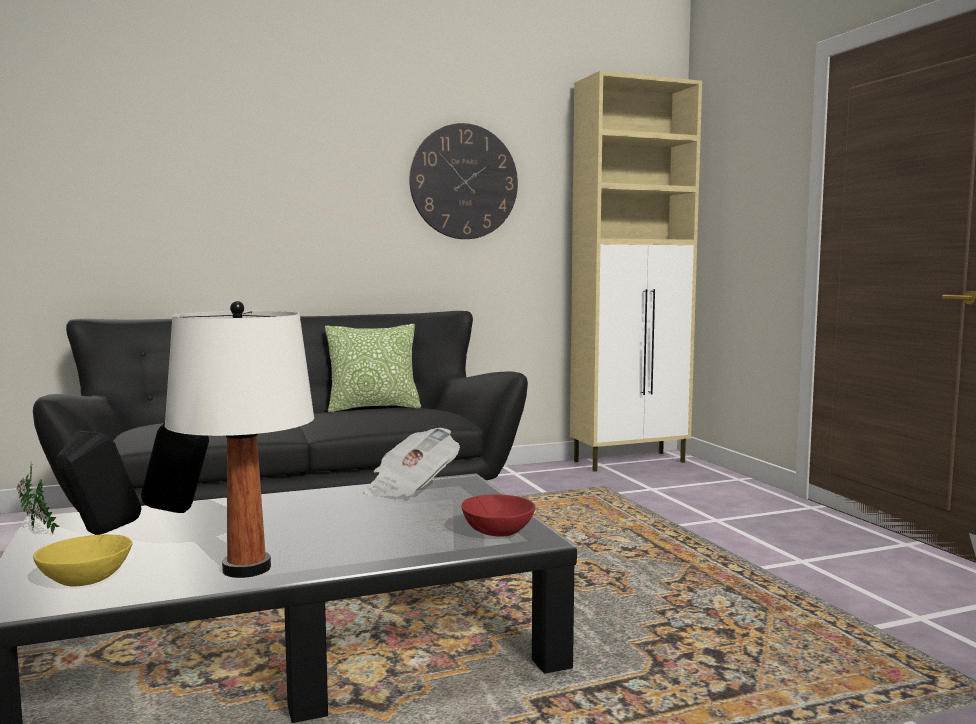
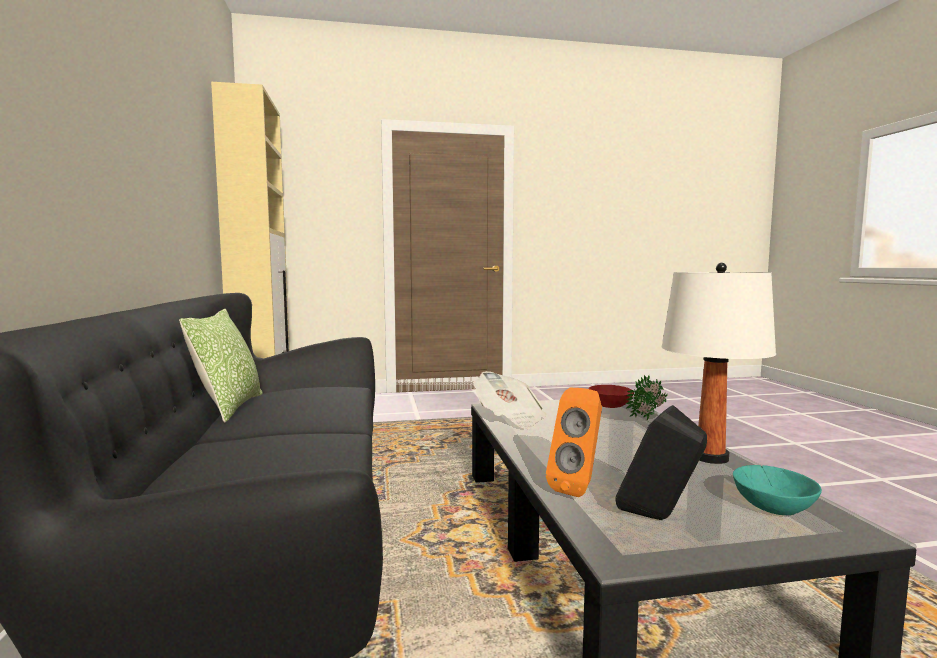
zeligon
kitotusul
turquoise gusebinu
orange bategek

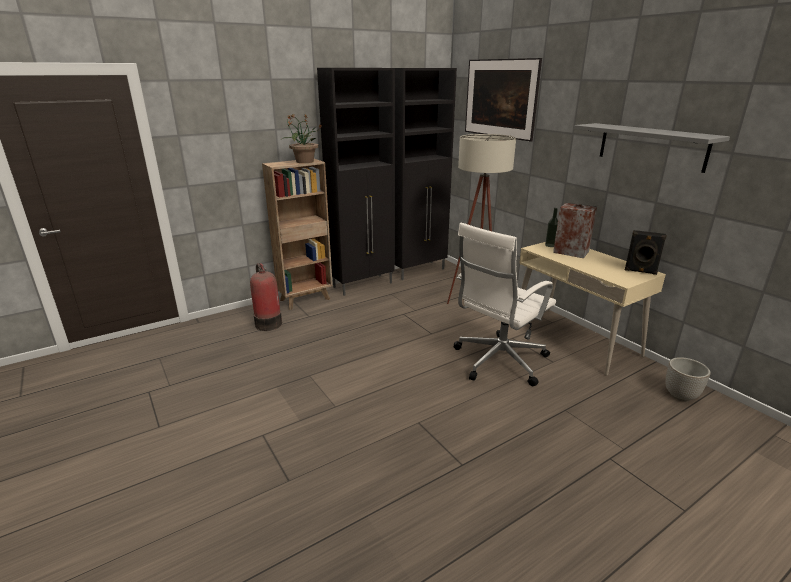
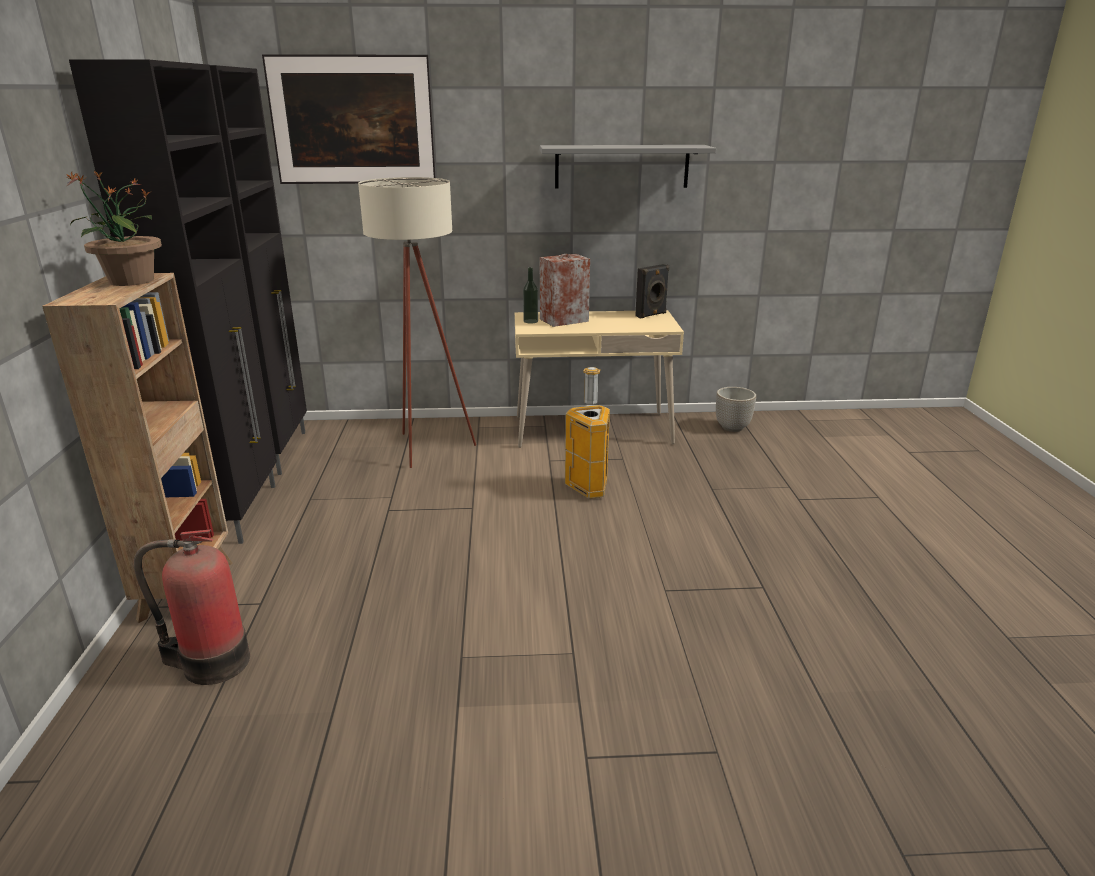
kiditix

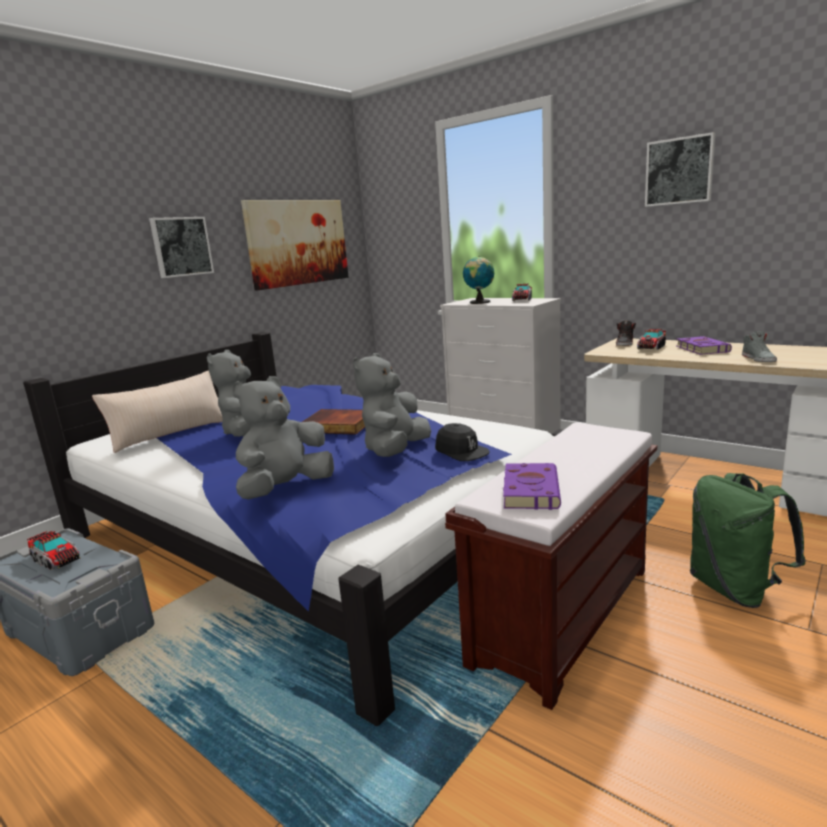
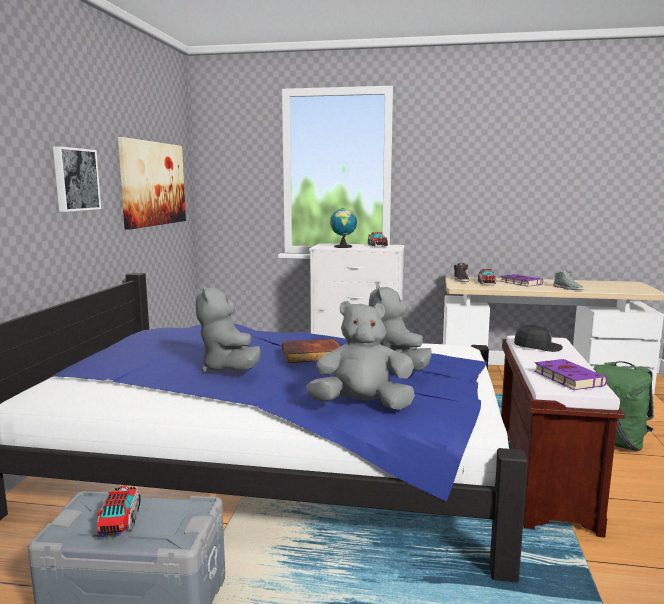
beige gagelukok
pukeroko (3rd from left in the first image)
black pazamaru
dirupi (1st from left)
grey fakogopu (2nd from left)

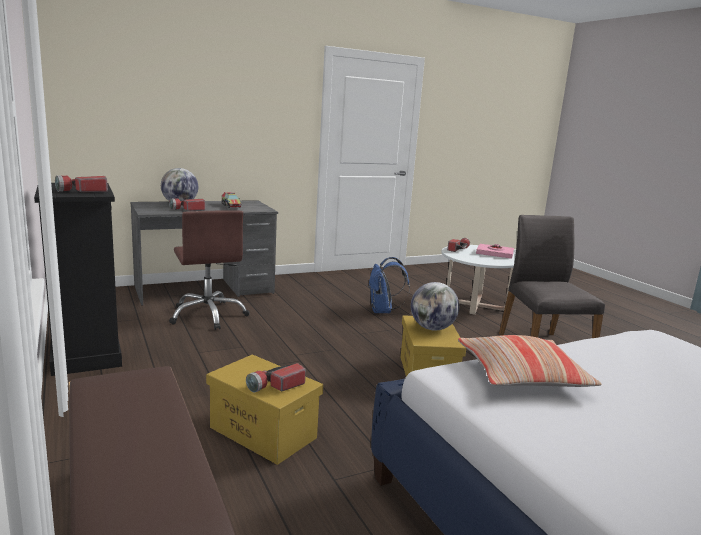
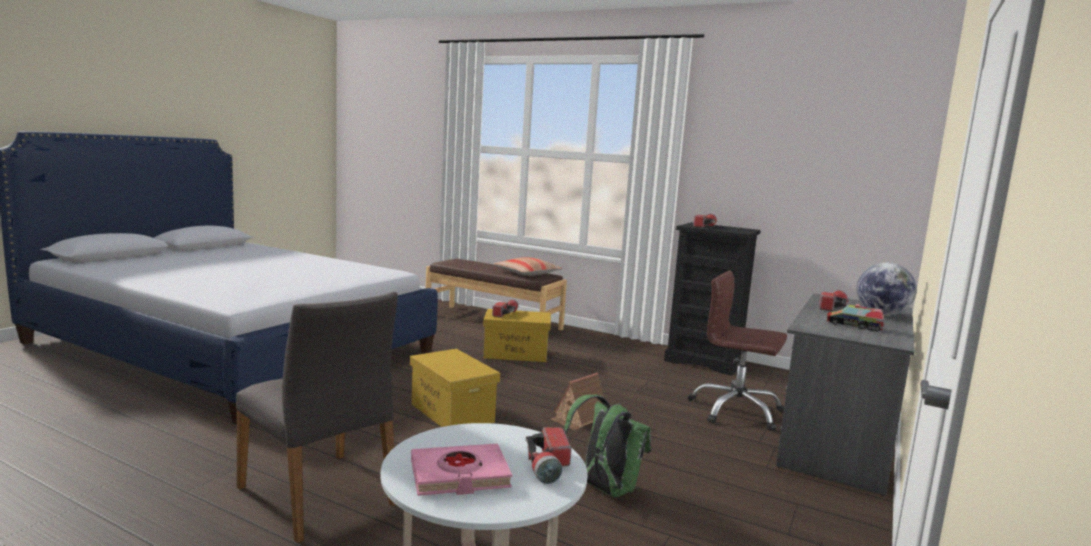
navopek (2nd from left in the first image)
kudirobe
gagelukok
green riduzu

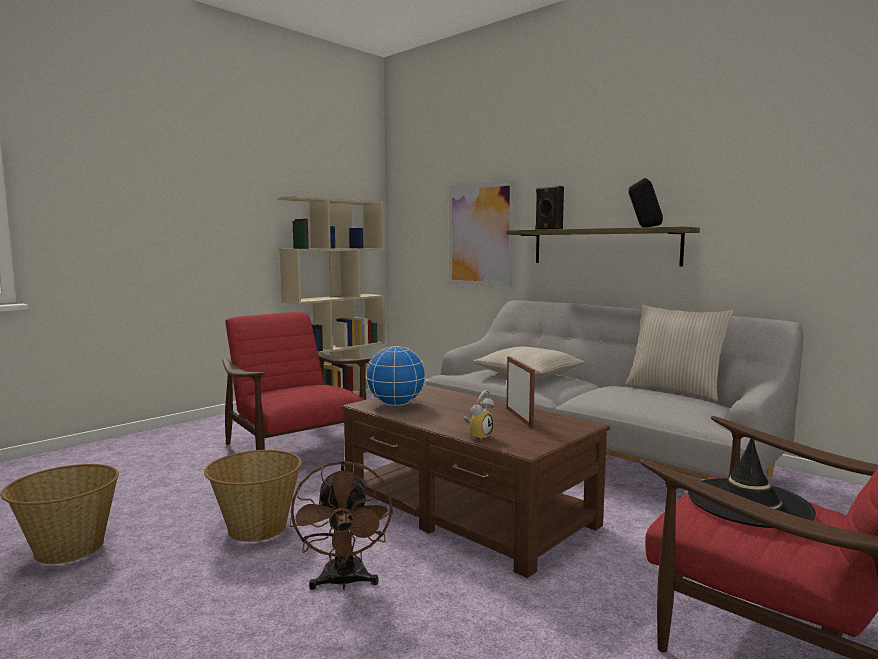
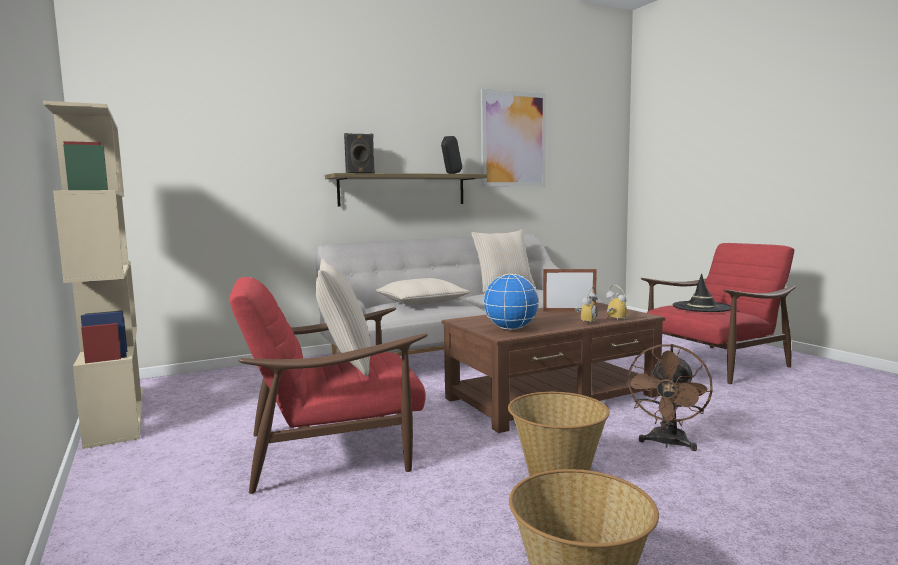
beige gagelukok (1st from left)
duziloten (1st from left)
pukeroko
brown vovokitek

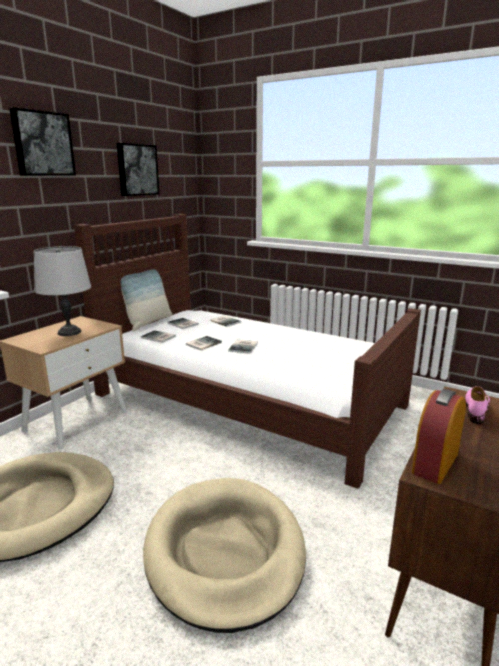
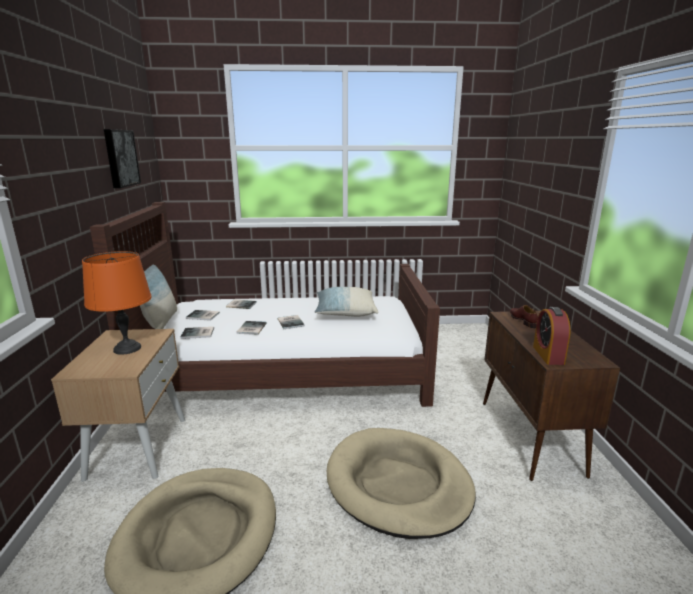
pukeroko (1st from left in the first image)
gagelukok (2nd from left)
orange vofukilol
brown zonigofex

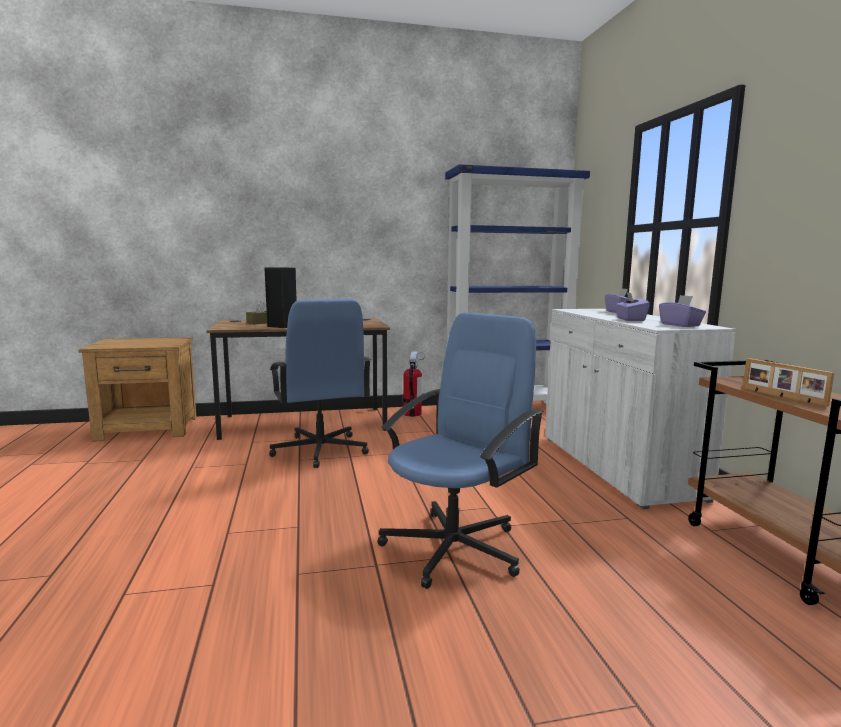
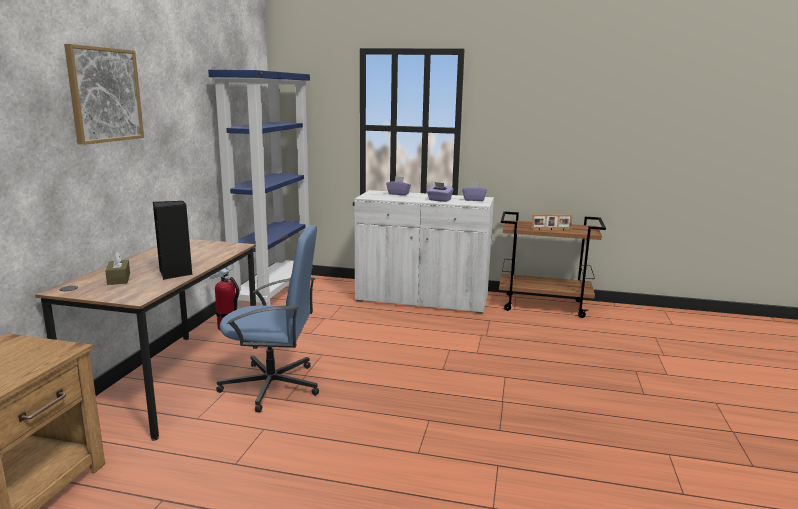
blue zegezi (2nd from left in the first image)
pukeroko

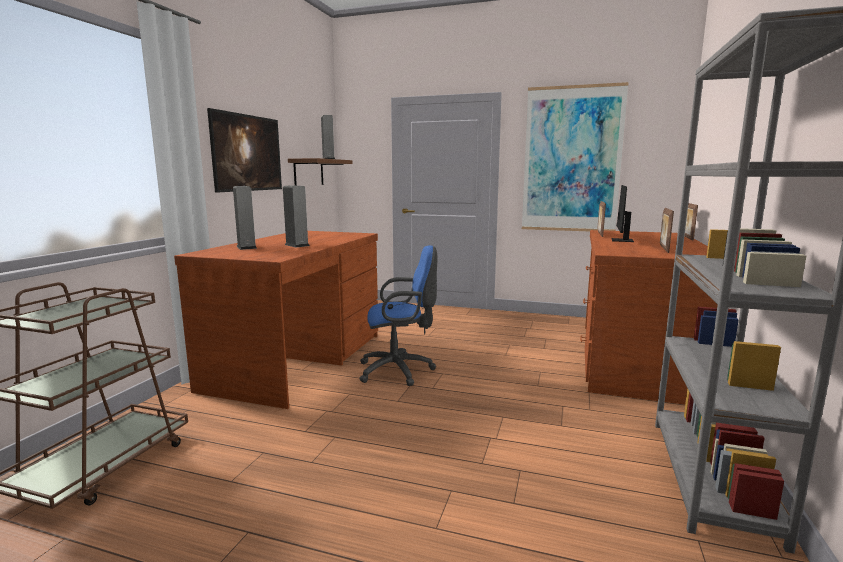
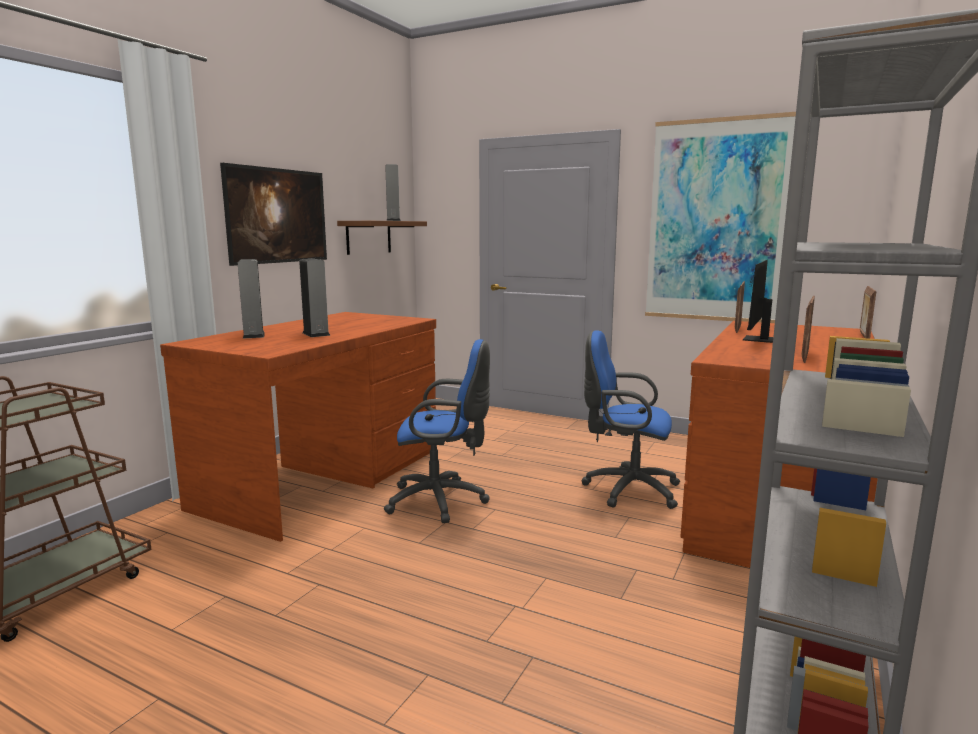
blue zegezi (2nd from left)

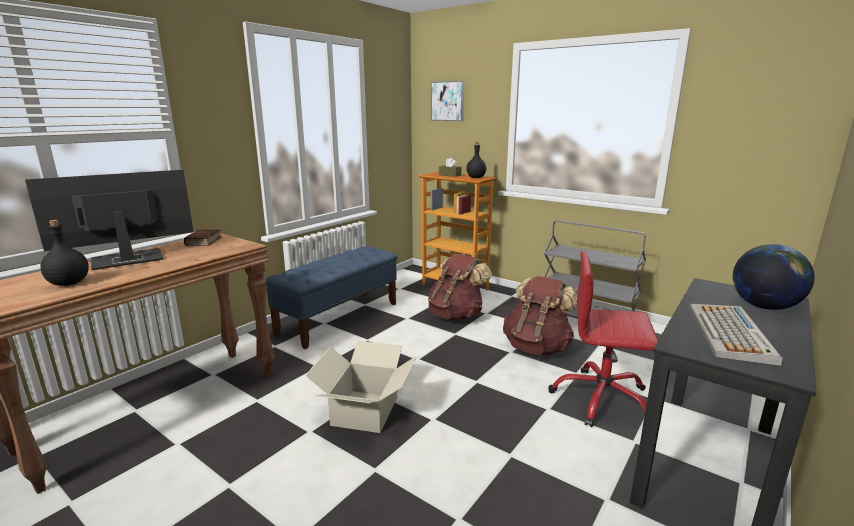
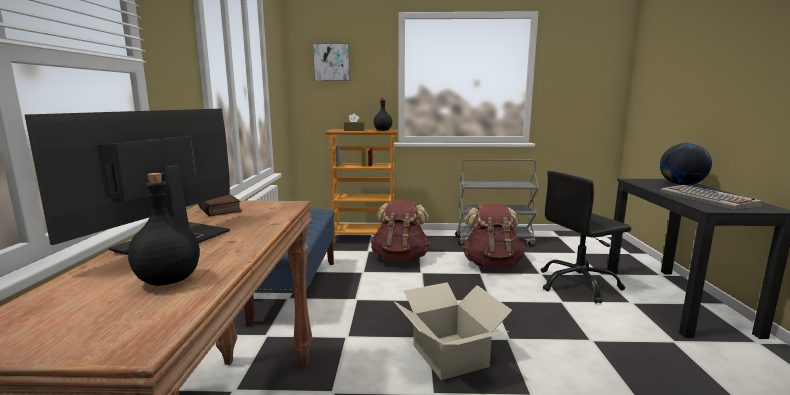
black zegezi

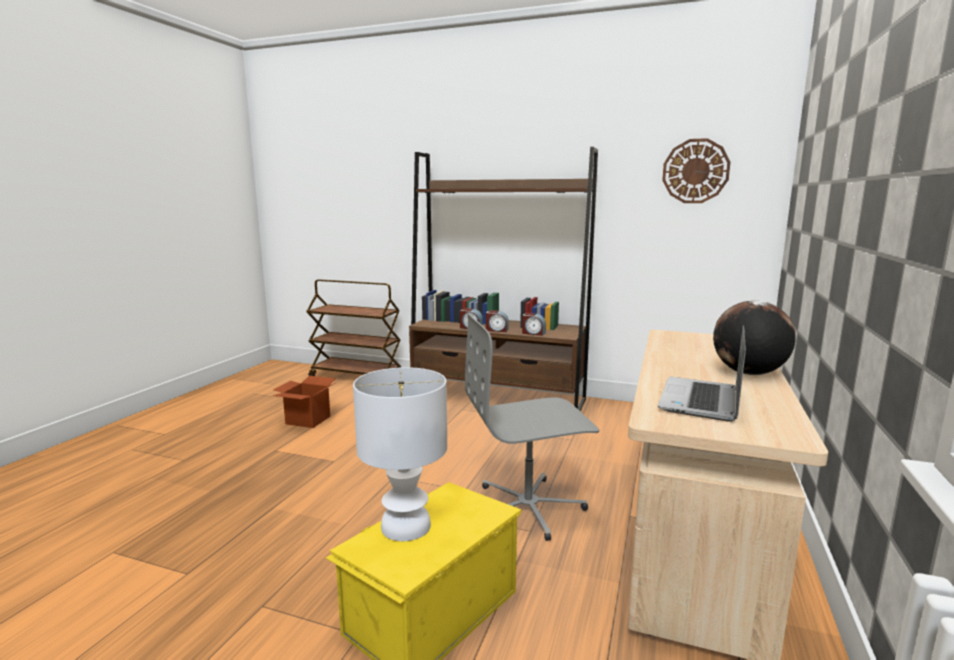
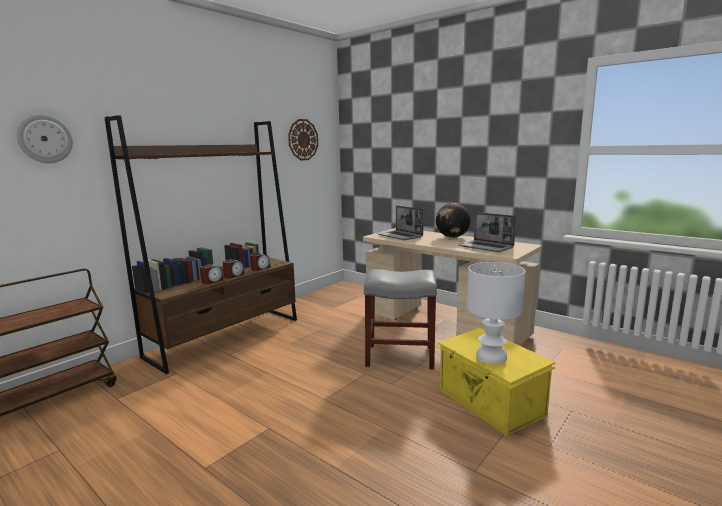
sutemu
zeligon (1st from left)
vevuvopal (1st from left)
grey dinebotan

